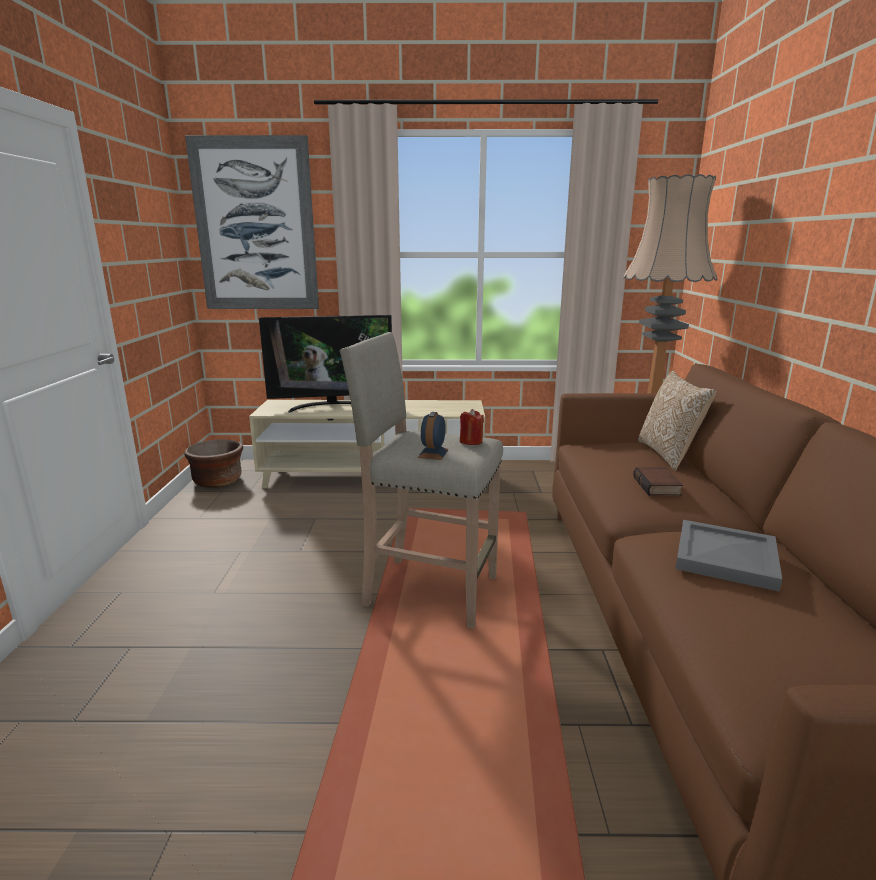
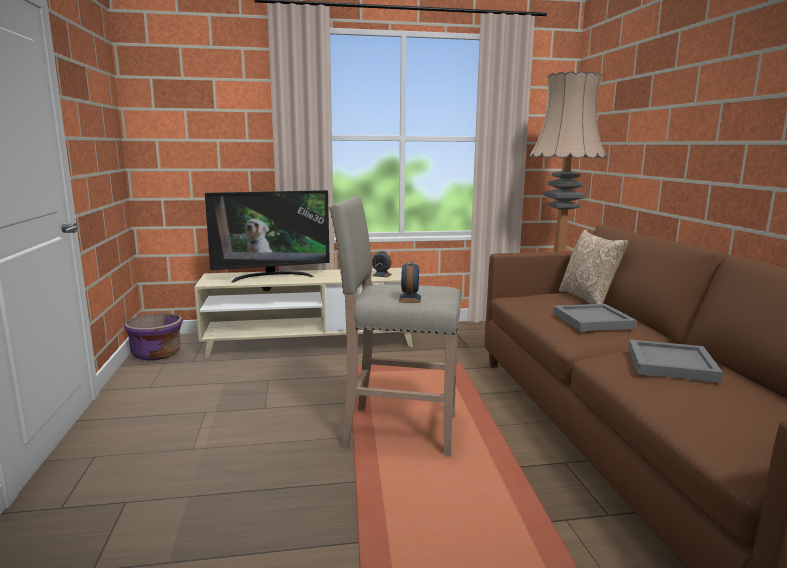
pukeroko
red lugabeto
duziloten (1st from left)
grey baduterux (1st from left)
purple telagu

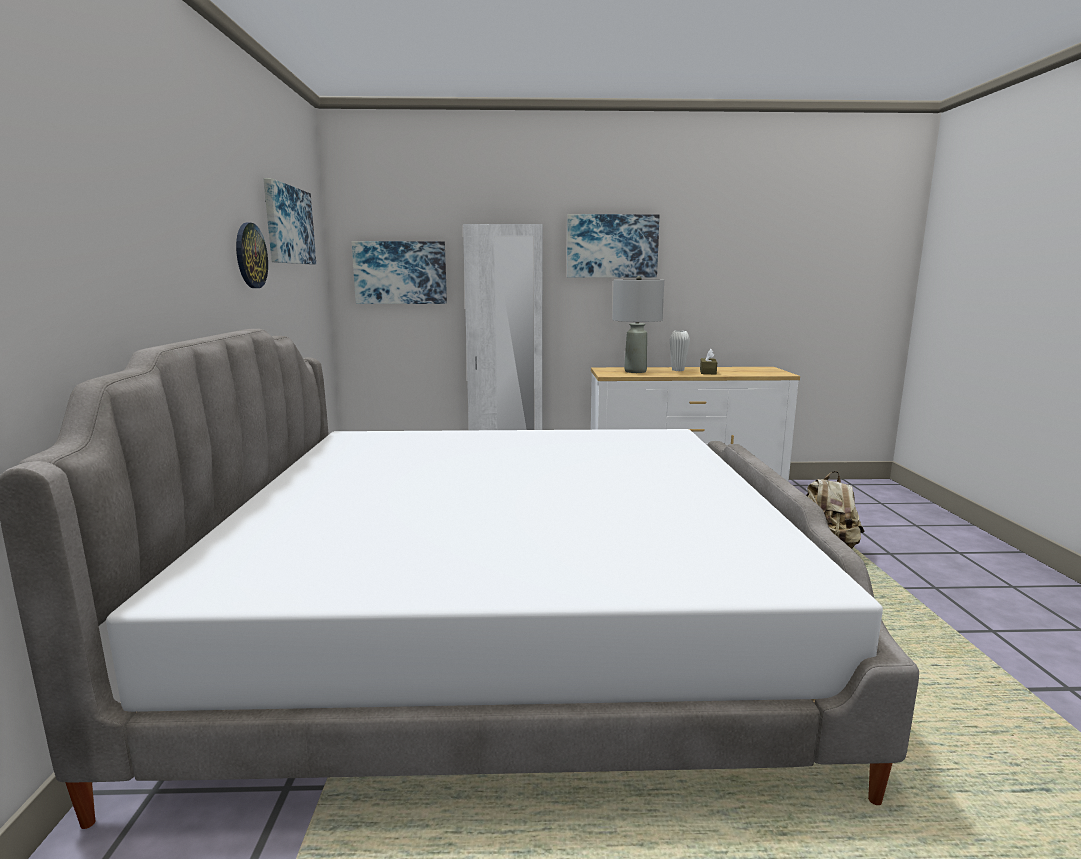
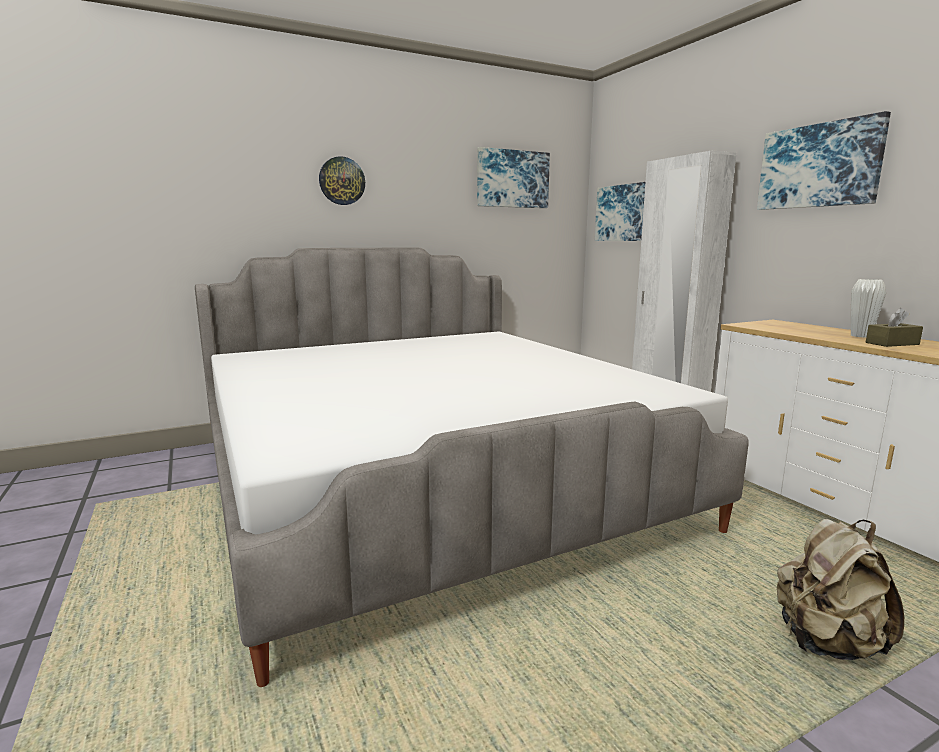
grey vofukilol
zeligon

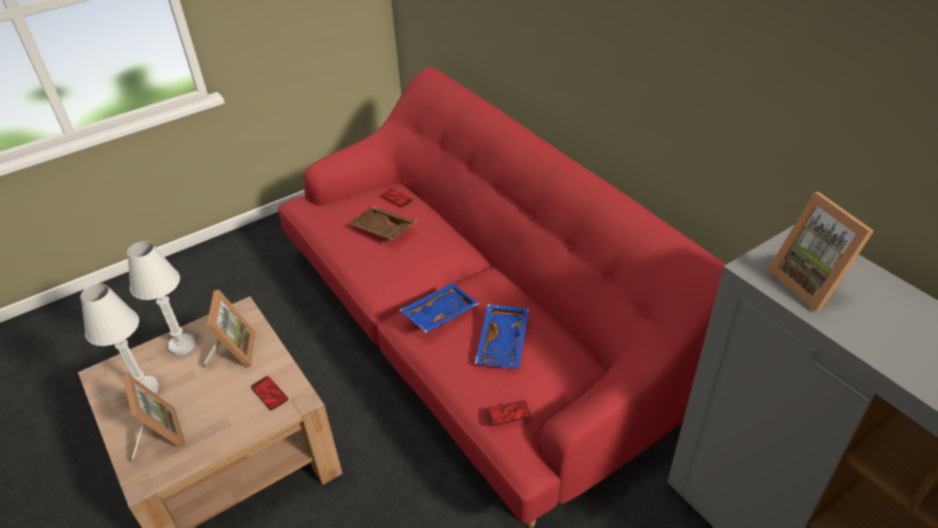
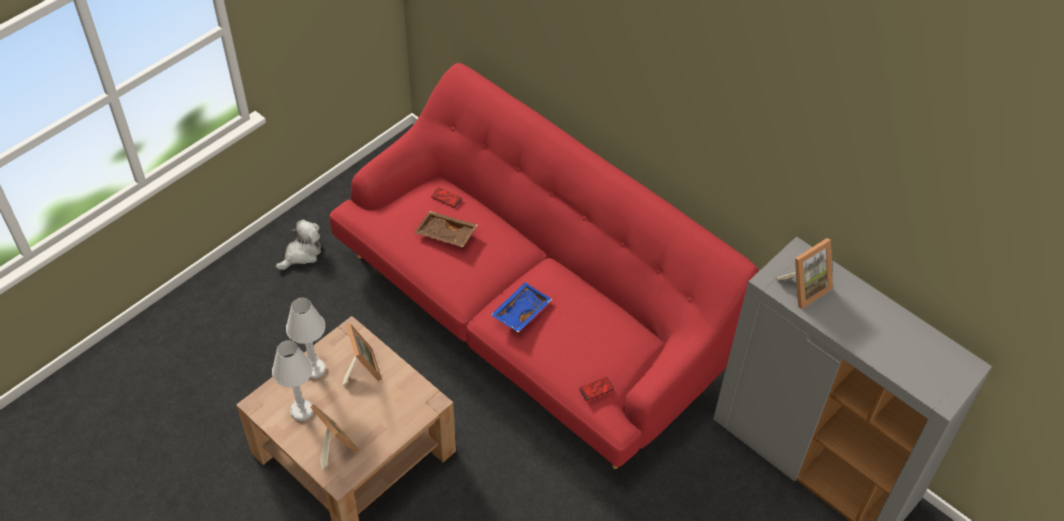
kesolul (1st from left in the first image)
blue baduterux (2nd from left in the first image)
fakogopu
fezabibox (3rd from left)

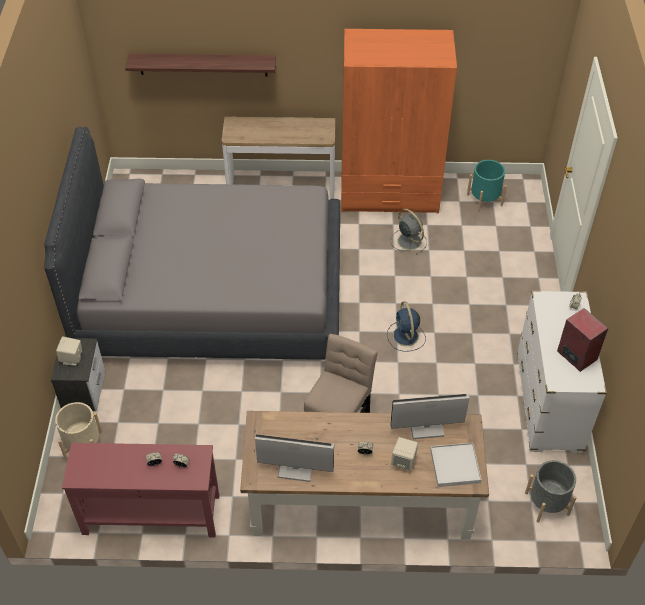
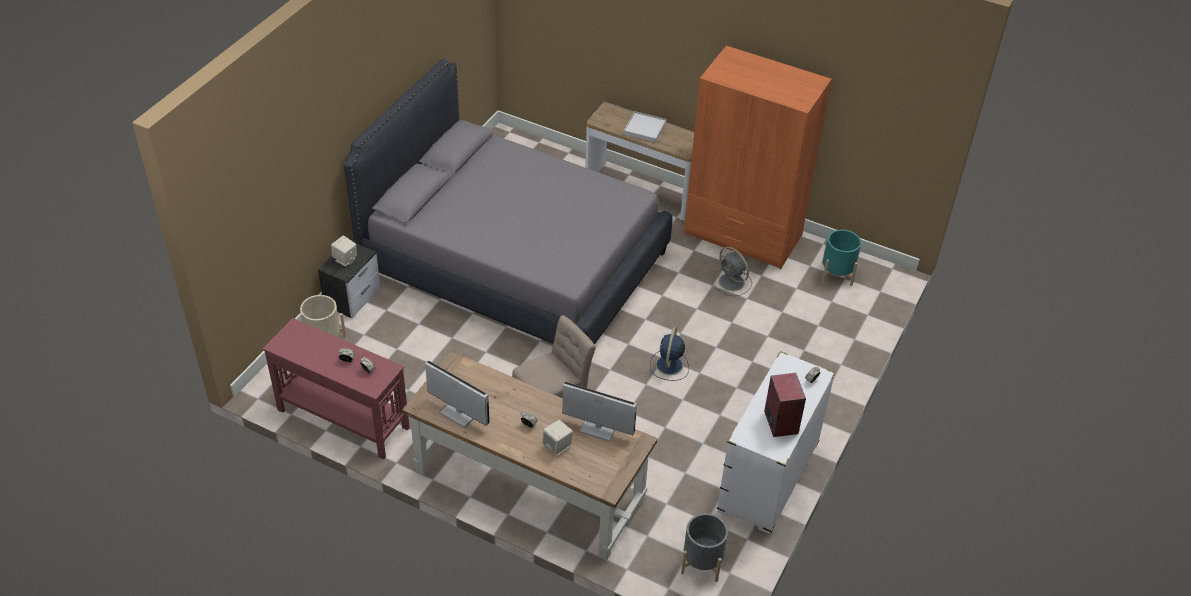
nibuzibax
white baduterux
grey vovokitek

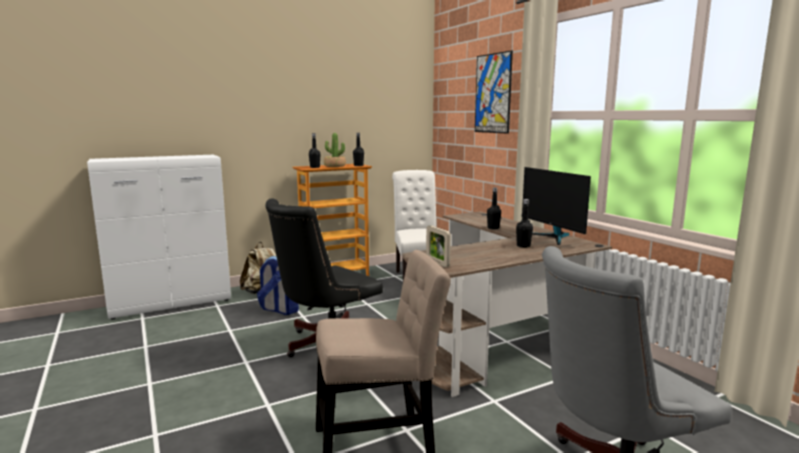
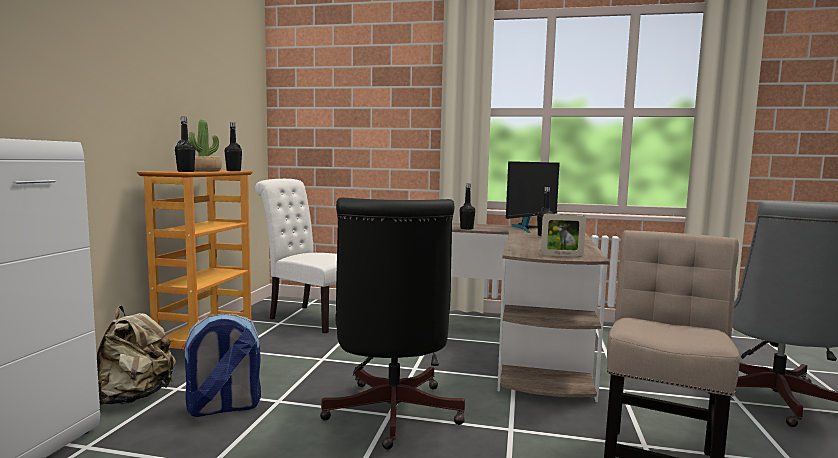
pukeroko
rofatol

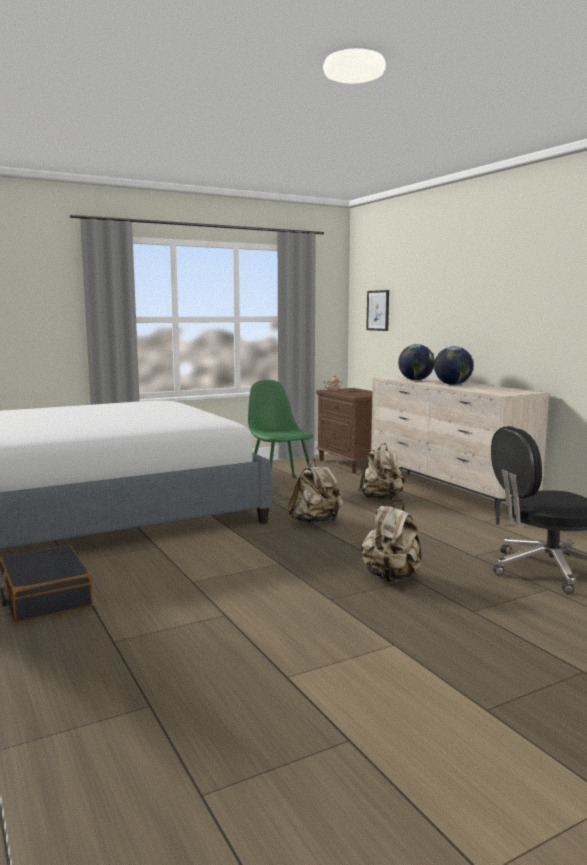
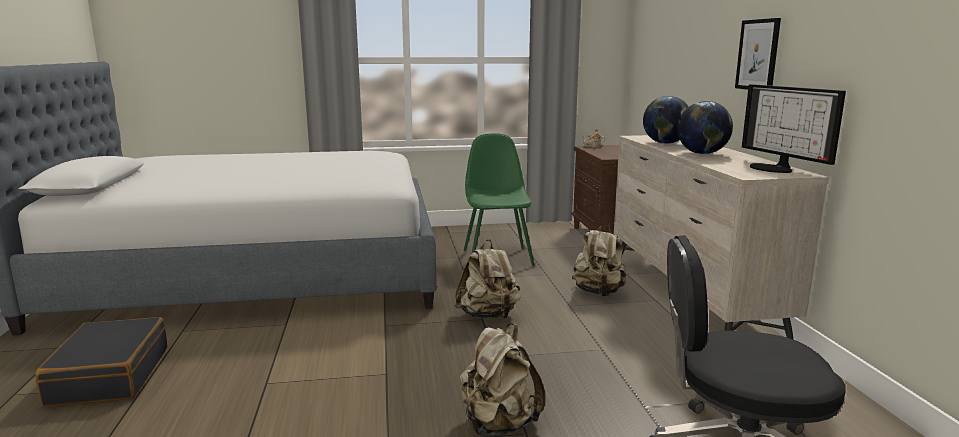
rofatol
pukeroko

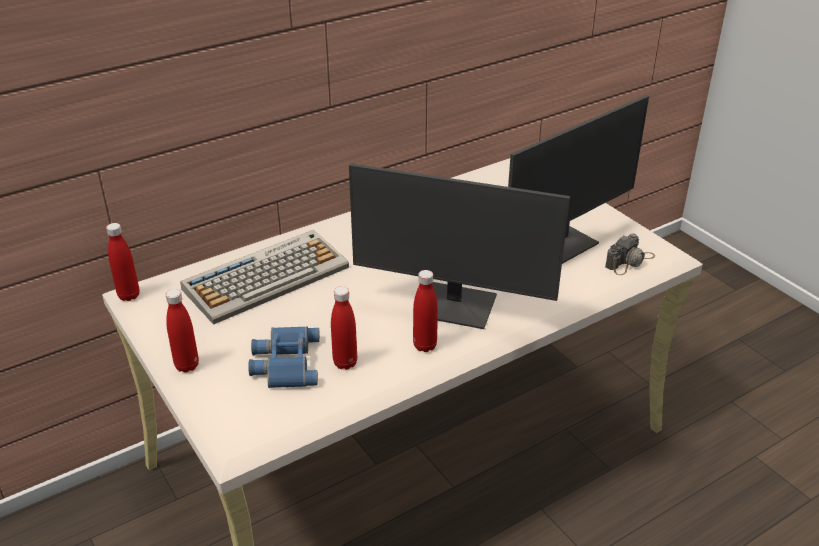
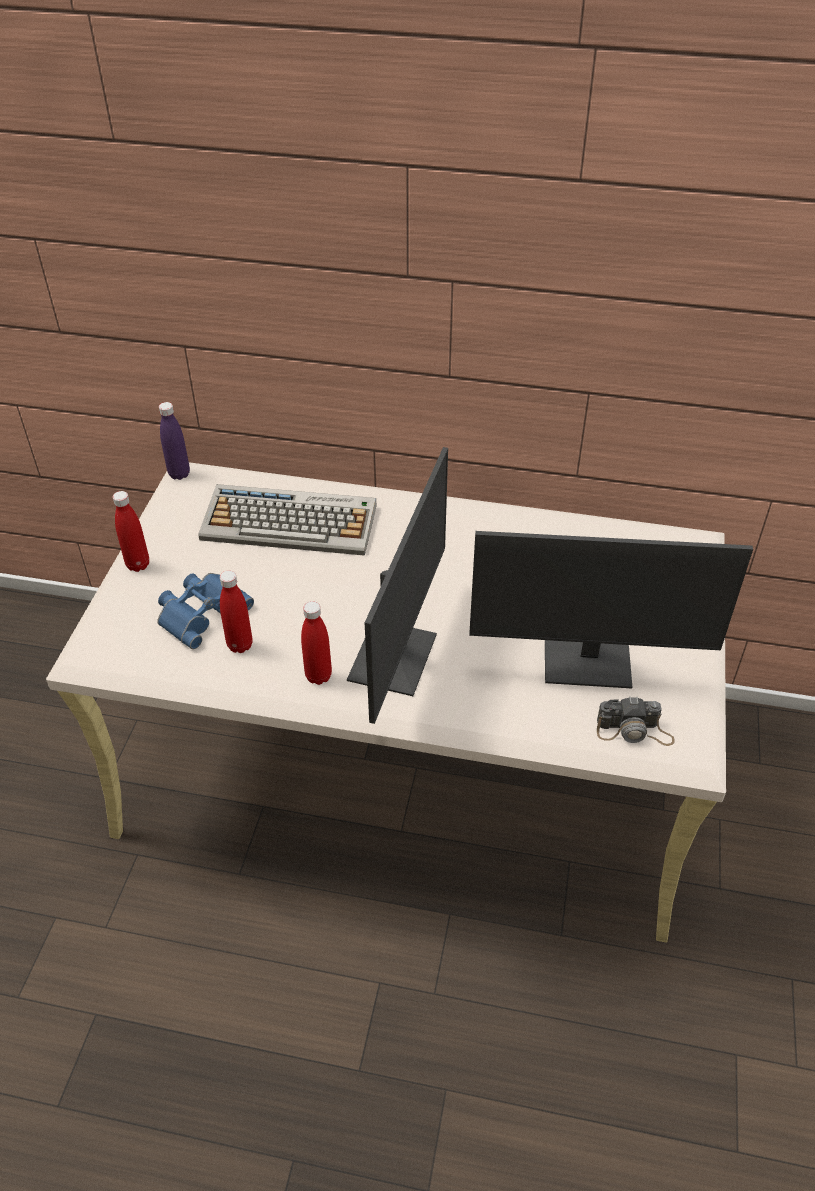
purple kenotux
rofatol (1st from left)

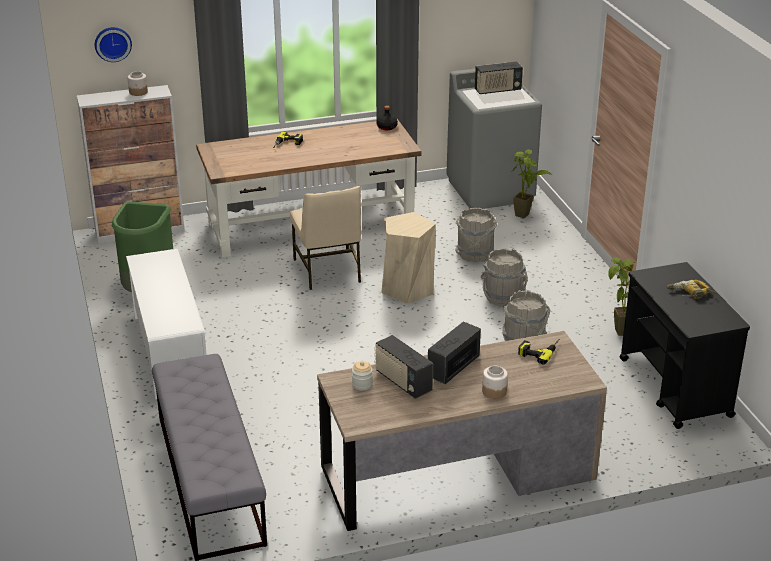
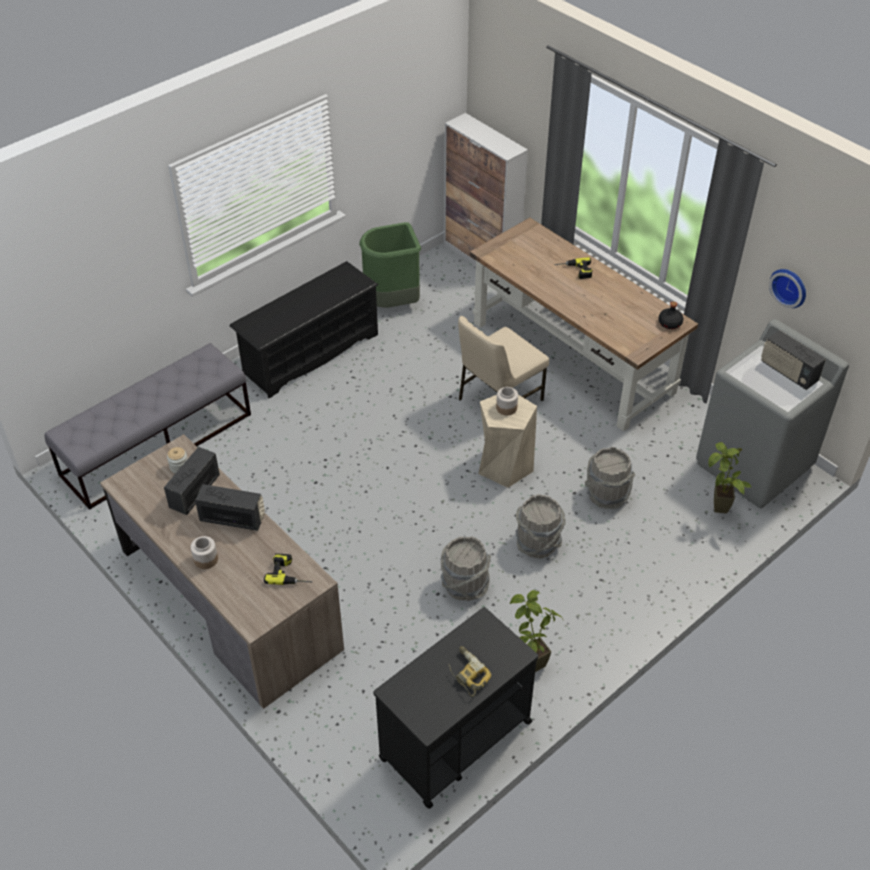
zeligon
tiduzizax (3rd from left)
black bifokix

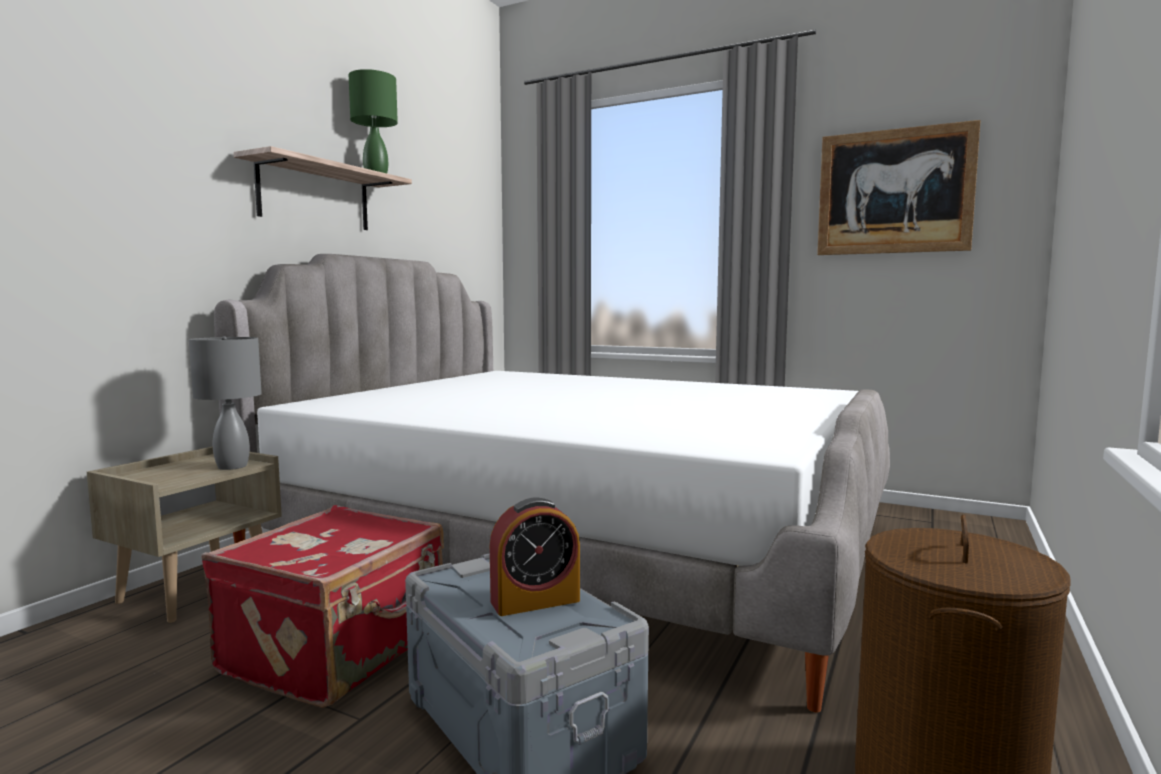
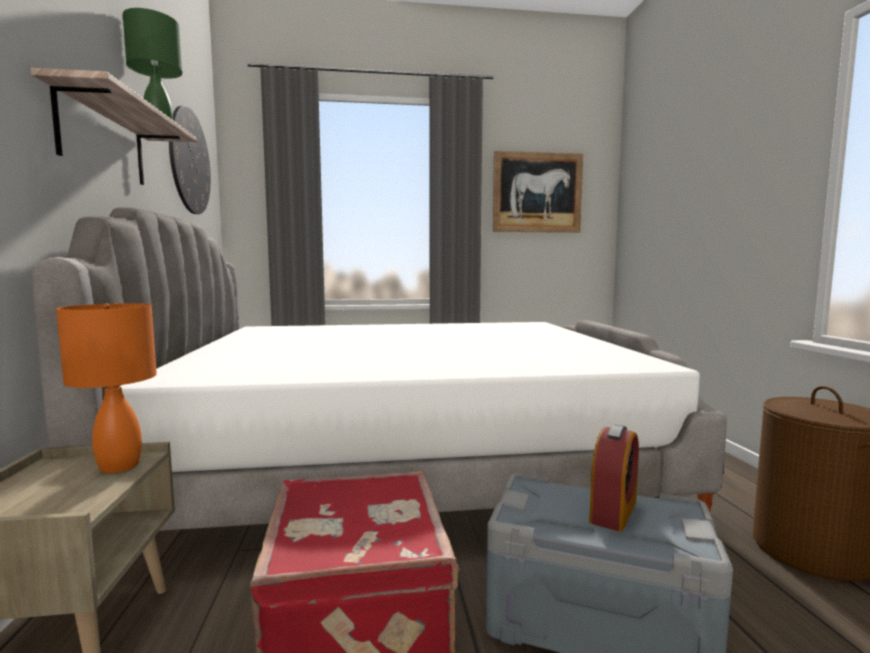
zeligon
orange vofukilol

